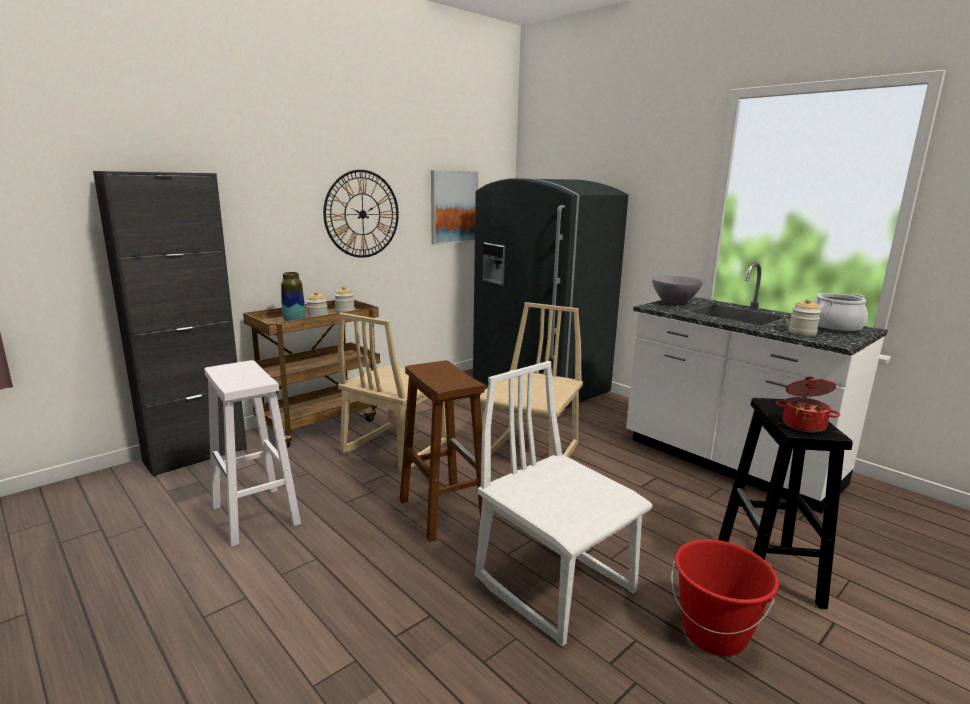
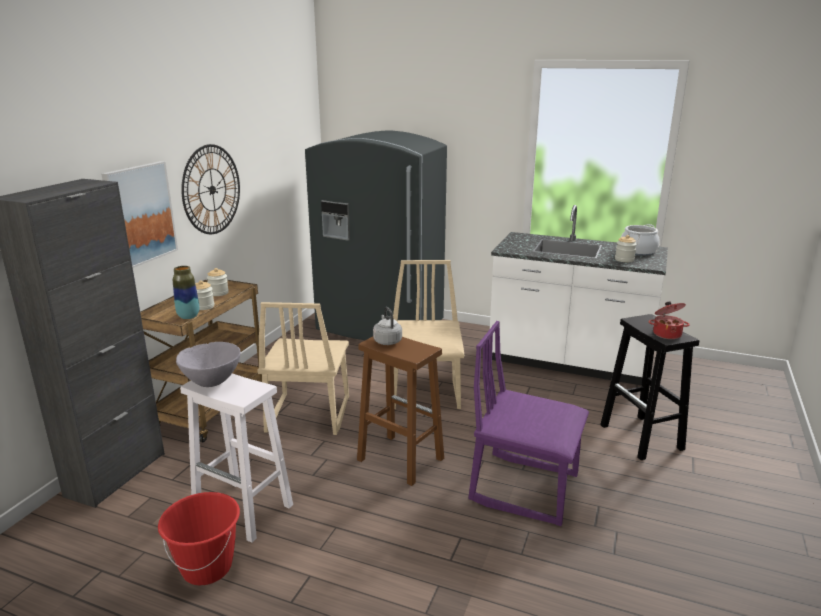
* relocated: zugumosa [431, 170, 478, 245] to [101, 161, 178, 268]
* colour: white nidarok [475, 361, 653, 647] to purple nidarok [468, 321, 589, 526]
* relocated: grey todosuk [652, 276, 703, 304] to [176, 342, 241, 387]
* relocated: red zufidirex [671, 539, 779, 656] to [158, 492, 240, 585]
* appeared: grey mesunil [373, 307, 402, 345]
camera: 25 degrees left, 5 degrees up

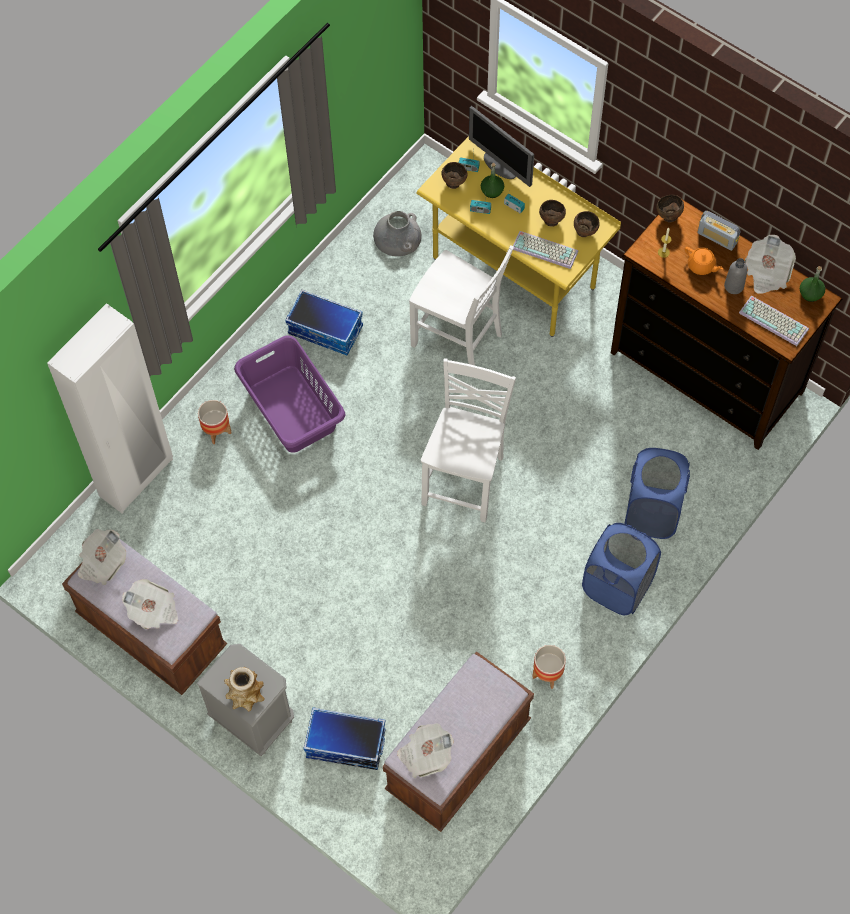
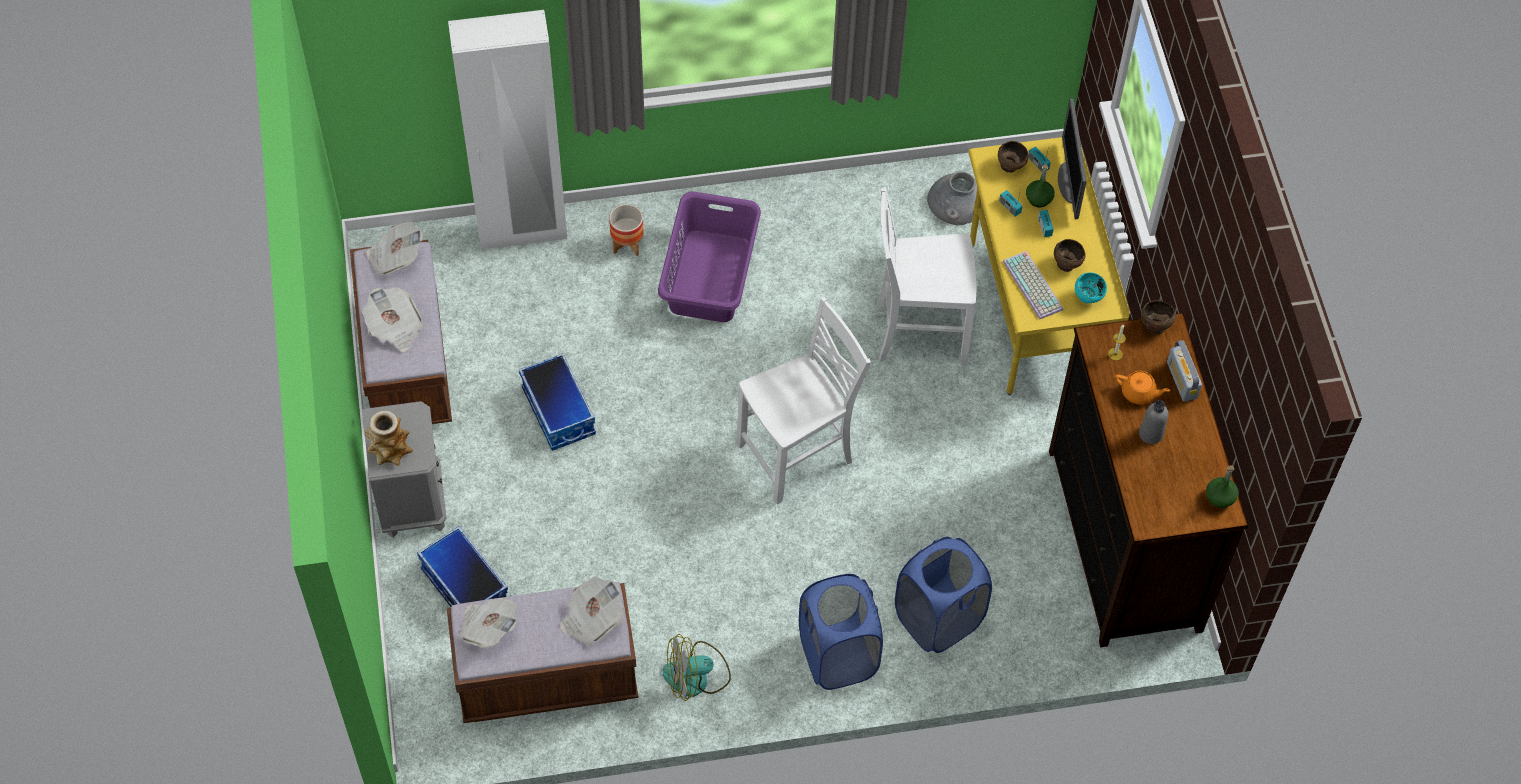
* relocated: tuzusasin [285, 289, 363, 356] to [519, 353, 596, 451]
* spun: white nidarok [409, 245, 514, 365] = [876, 188, 976, 365] 105 degrees clockwise
* exchanged: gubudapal [532, 645, 566, 689] to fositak [662, 634, 731, 701]
* colour: brown todosuk [574, 211, 600, 237] to turquoise todosuk [1075, 272, 1107, 303]
* spun: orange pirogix [685, 247, 724, 275] = [1115, 371, 1170, 404] 60 degrees counterclockwise
* missing: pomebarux [739, 296, 809, 346]
* relocated: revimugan [745, 235, 796, 294] to [560, 577, 624, 646]
camera: 40 degrees right, 5 degrees down

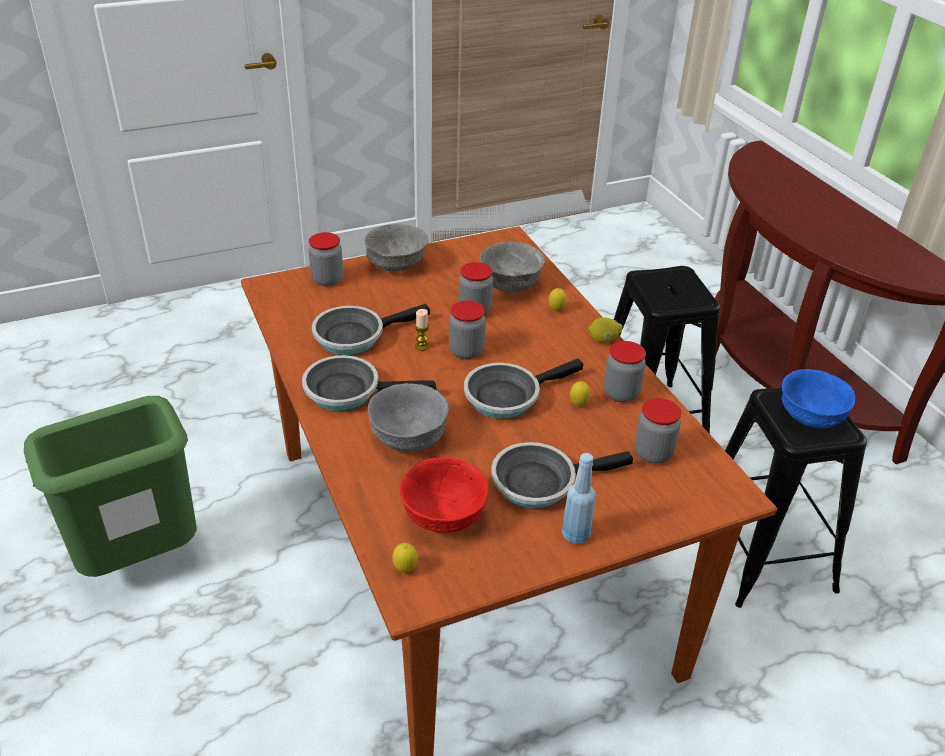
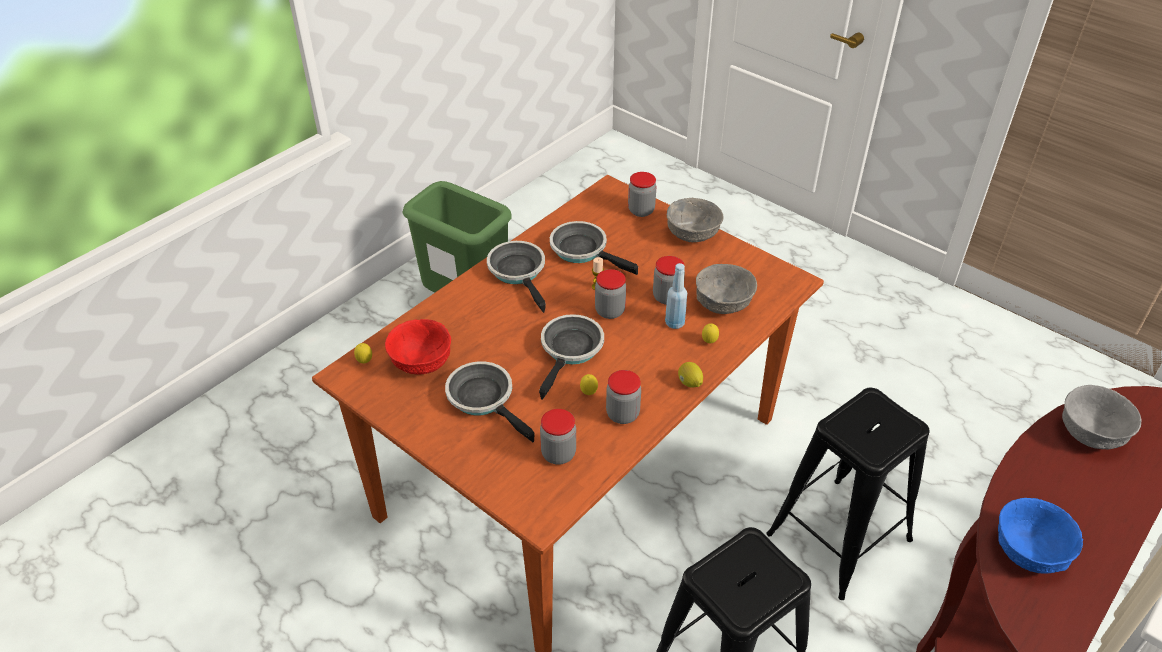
* relocated: grey todosuk [368, 383, 449, 452] to [1062, 385, 1141, 450]
* spun: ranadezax [464, 358, 583, 419] = [539, 314, 604, 400] 75 degrees clockwise
* relocated: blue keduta [562, 453, 596, 544] to [665, 263, 687, 329]
* relocated: blue todosuk [782, 369, 855, 429] to [998, 498, 1083, 574]
camera: 65 degrees right, 5 degrees up

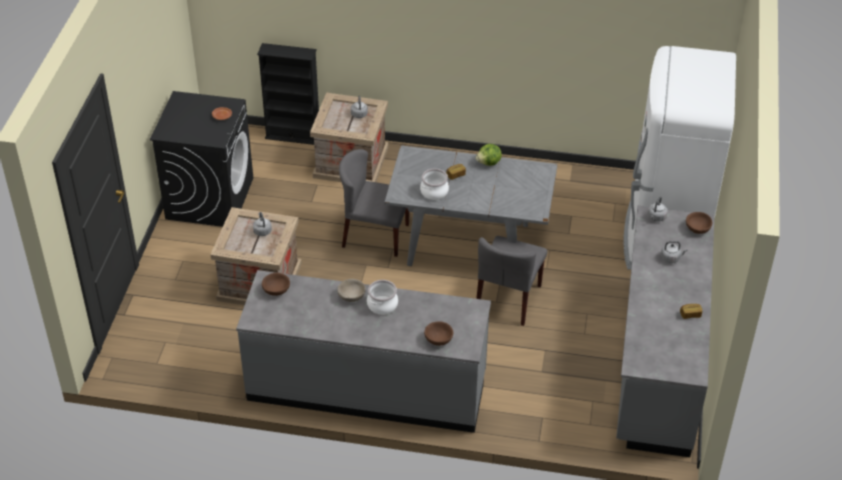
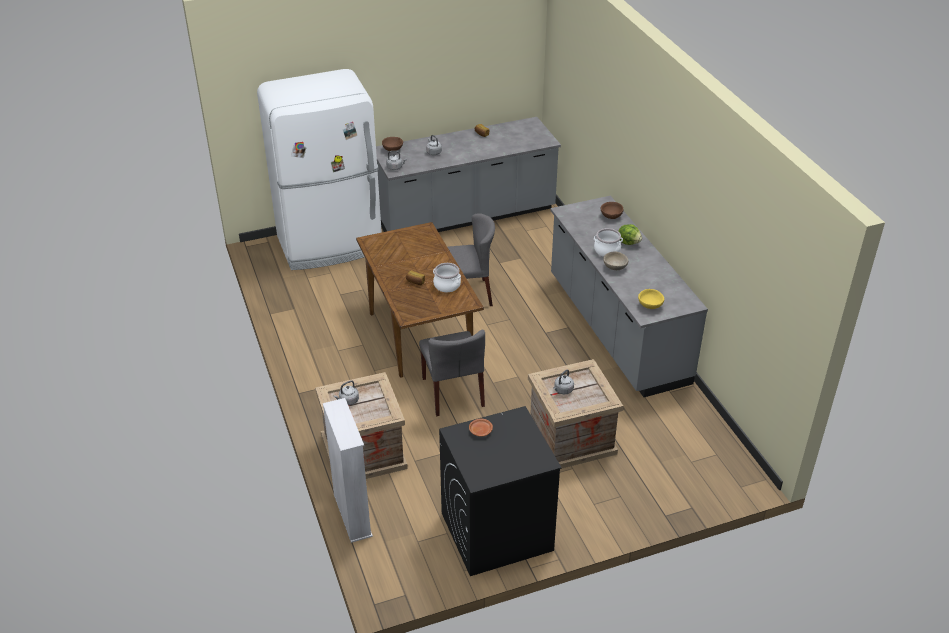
* colour: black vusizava [257, 43, 319, 145] to white vusizava [323, 398, 373, 543]
* colour: brown todosuk [262, 273, 290, 296] to yellow todosuk [638, 289, 664, 309]
* colour: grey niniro [384, 145, 558, 266] to brown niniro [356, 222, 484, 378]
* relocated: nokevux [476, 144, 502, 166] to [618, 224, 642, 245]
camera: 120 degrees left, 5 degrees down

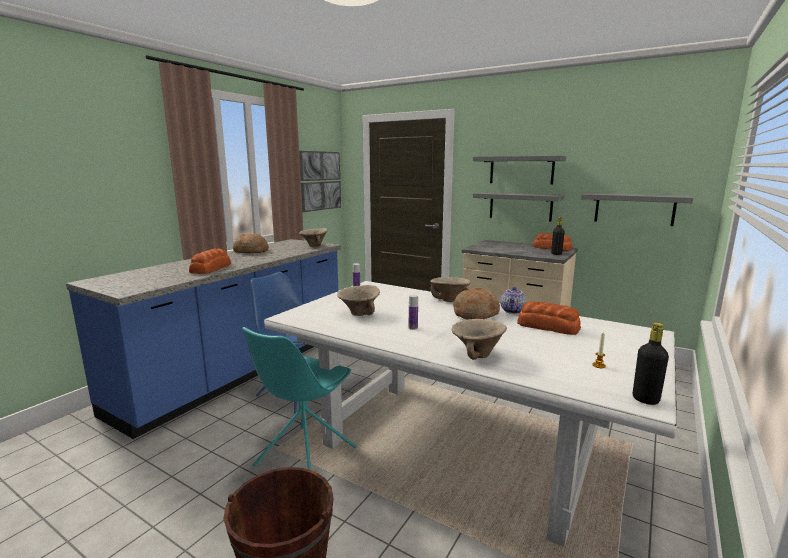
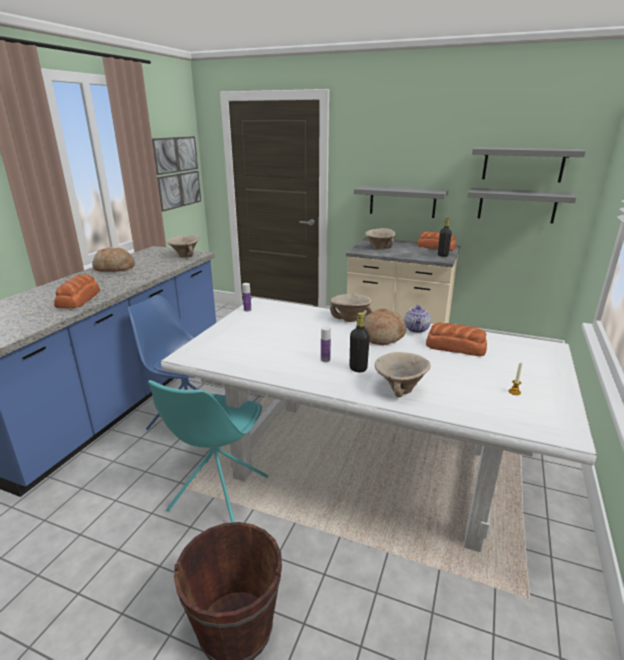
* relocated: beige todosuk [337, 285, 380, 316] to [365, 228, 395, 249]
* relocated: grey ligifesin [473, 156, 566, 185] to [472, 147, 586, 182]
* relocated: black keduta [633, 322, 669, 405] to [350, 312, 370, 372]
camera: 10 degrees left, 10 degrees up

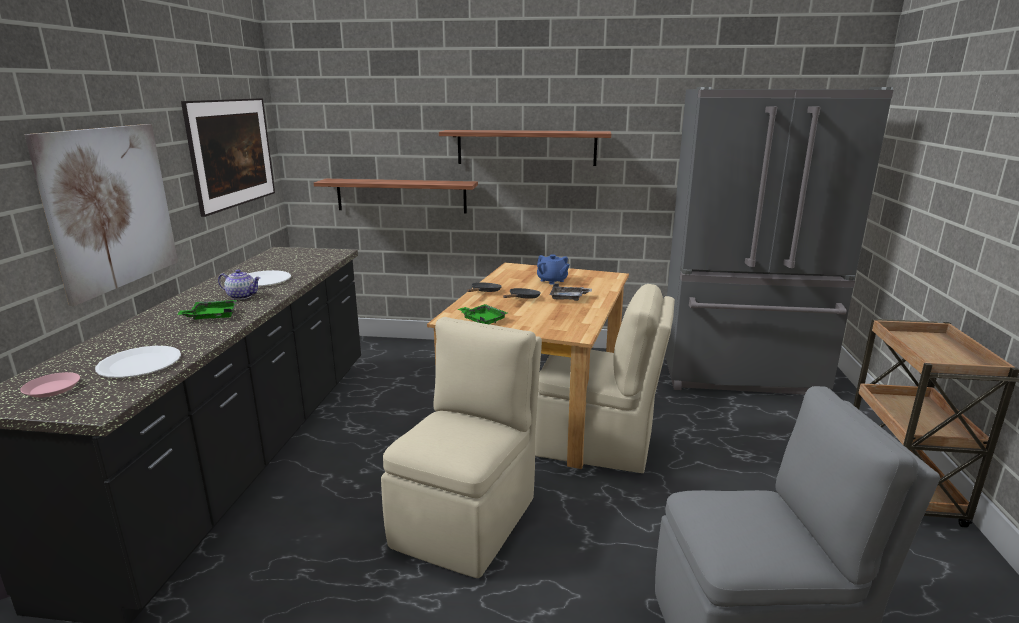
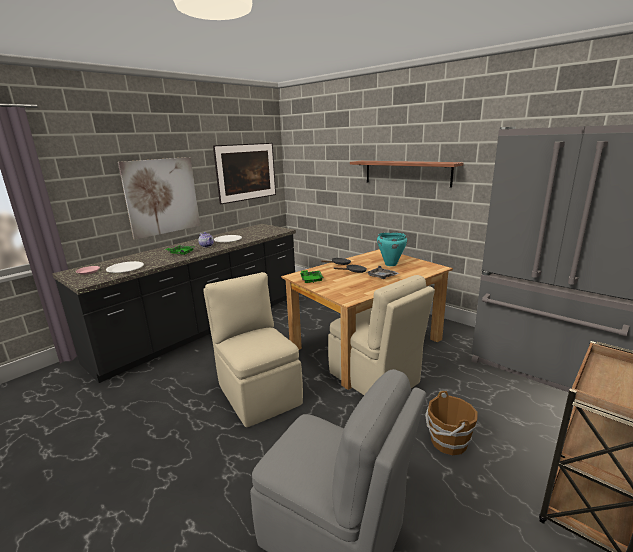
* missing: ligifesin [314, 179, 478, 213]
* spun: beige nidarok [381, 317, 542, 578] = [203, 272, 303, 427] 90 degrees counterclockwise
* exchanged: blue pirogix [537, 254, 570, 285] to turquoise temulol [377, 233, 407, 266]
* appeared: brown zufidirex [425, 391, 478, 455]
camera: 35 degrees right, 0 degrees up

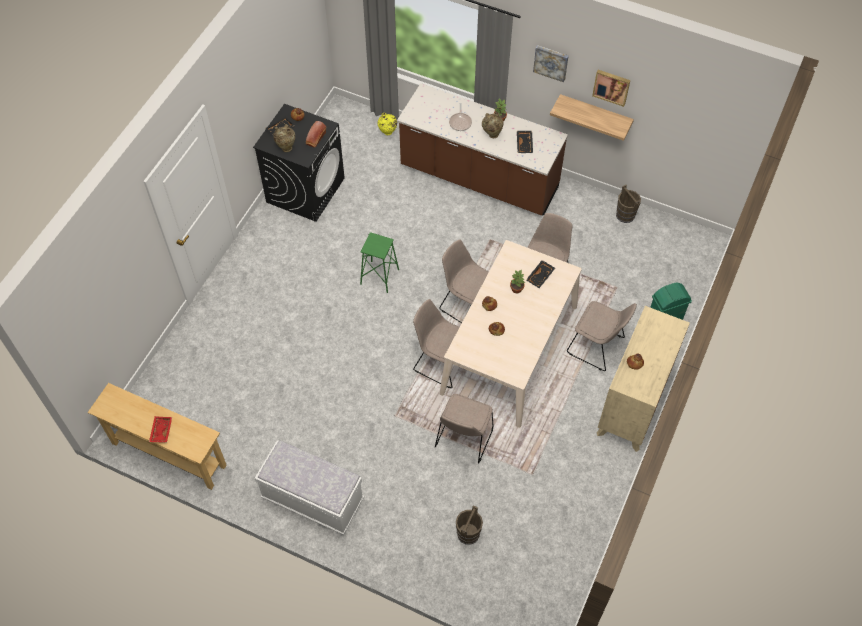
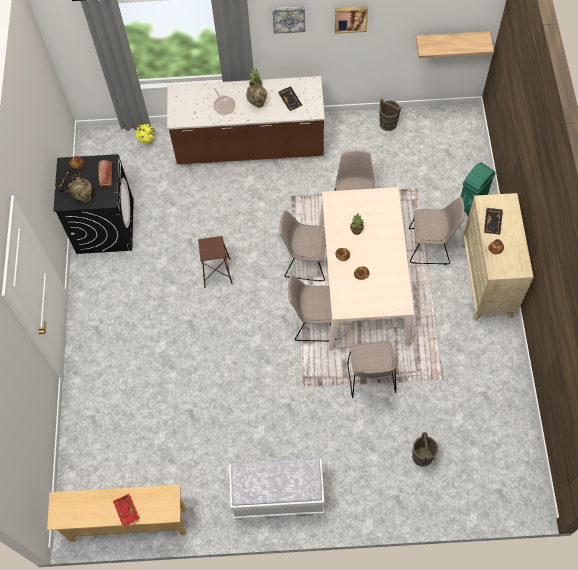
* colour: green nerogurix [360, 232, 399, 293] to brown nerogurix [198, 236, 233, 288]
* relocated: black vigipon [526, 260, 555, 288] to [484, 208, 503, 234]
* relocated: ligifesin [550, 94, 634, 141] to [416, 31, 494, 58]
camera: 25 degrees left, 5 degrees up

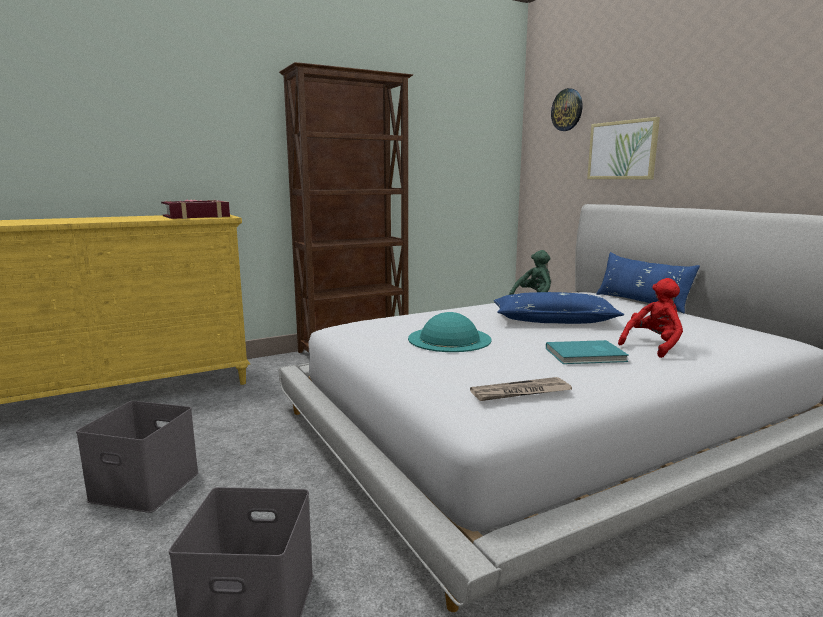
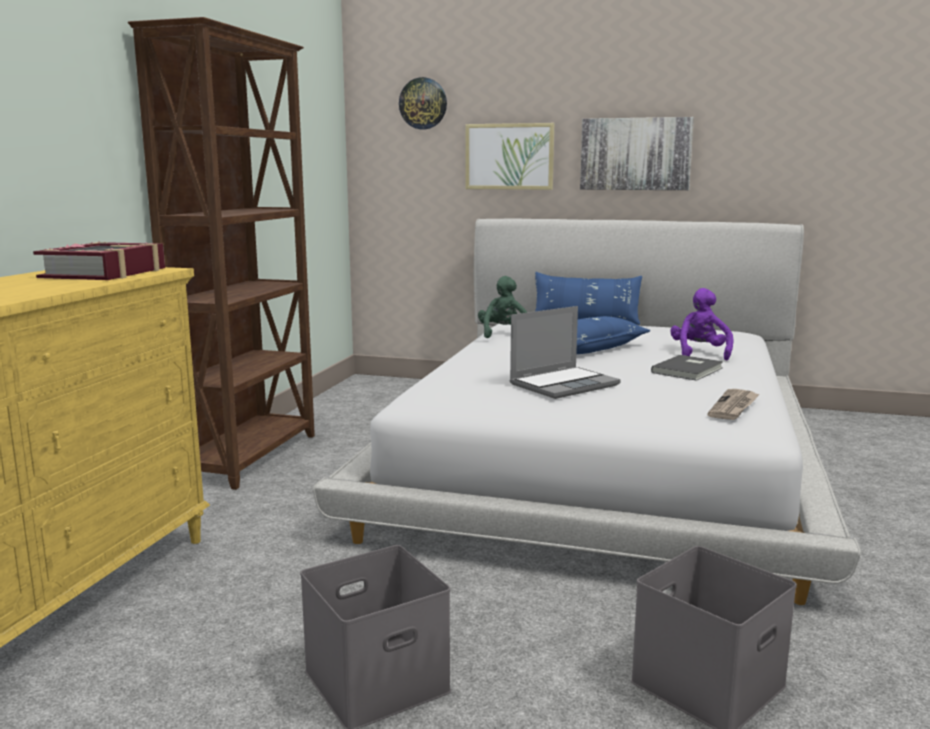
* exchanged: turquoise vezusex [408, 312, 492, 352] to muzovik [510, 306, 621, 399]
* colour: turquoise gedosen [546, 340, 629, 364] to grey gedosen [651, 355, 724, 381]
* colour: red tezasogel [618, 278, 683, 358] to purple tezasogel [670, 288, 734, 360]
* appeared: zugumosa [580, 117, 694, 190]
camera: 45 degrees left, 0 degrees up

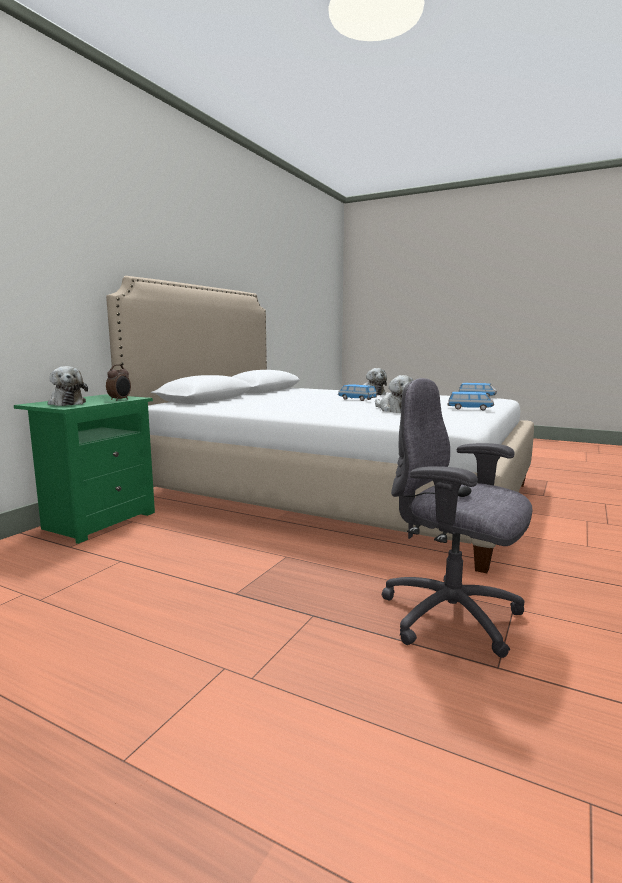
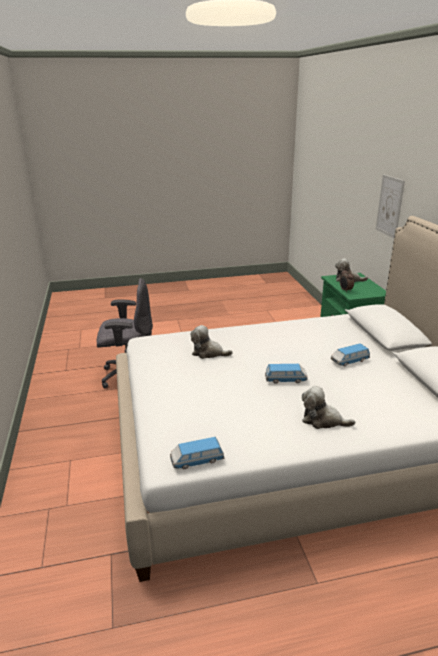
* relocated: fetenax [447, 392, 494, 410] to [331, 343, 370, 367]
* appeared: zugumosa [376, 175, 405, 238]
camera: 140 degrees right, 15 degrees up

